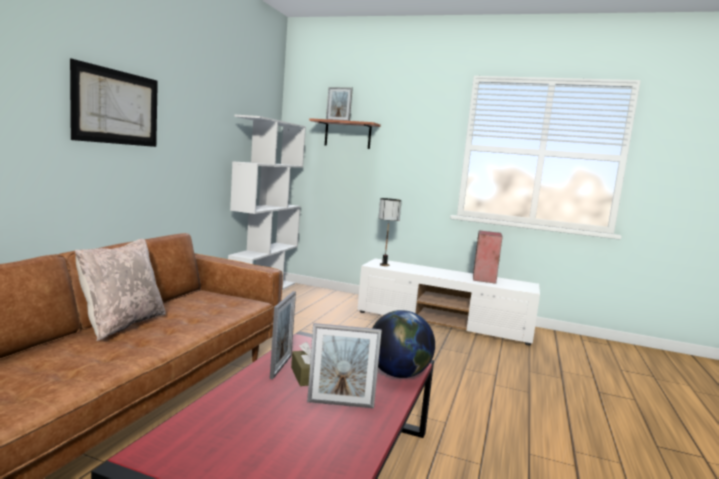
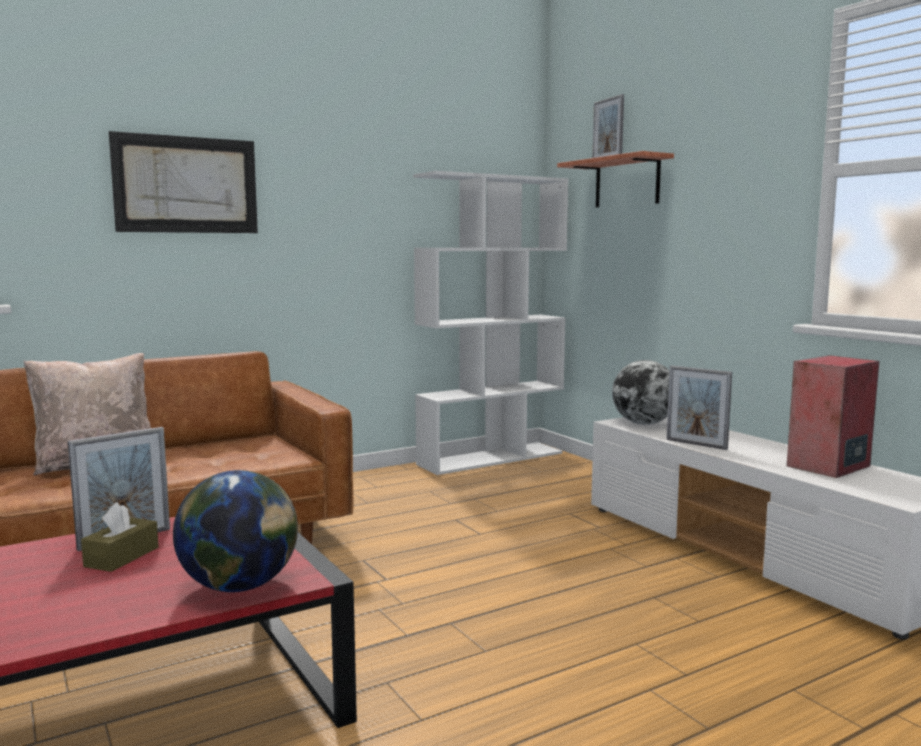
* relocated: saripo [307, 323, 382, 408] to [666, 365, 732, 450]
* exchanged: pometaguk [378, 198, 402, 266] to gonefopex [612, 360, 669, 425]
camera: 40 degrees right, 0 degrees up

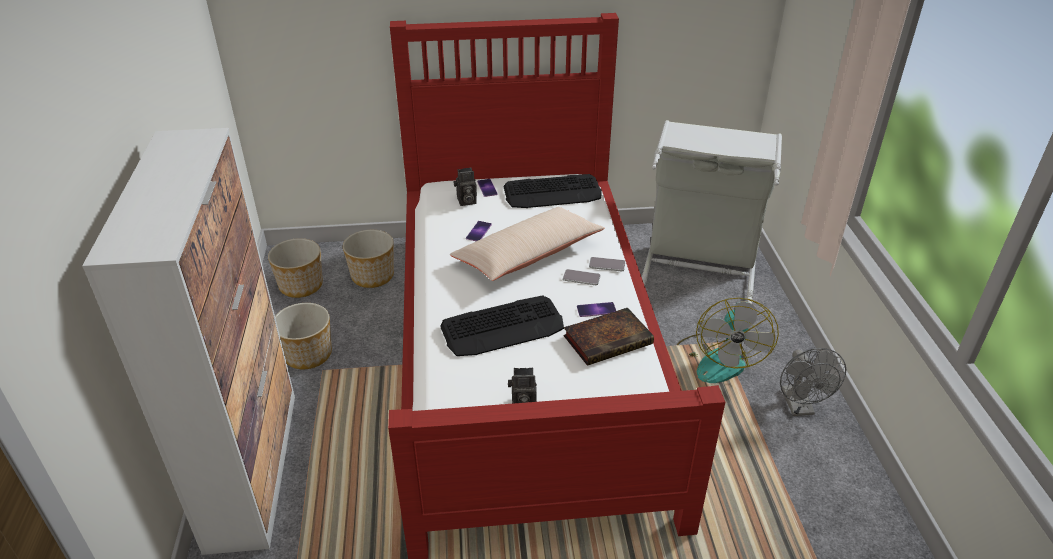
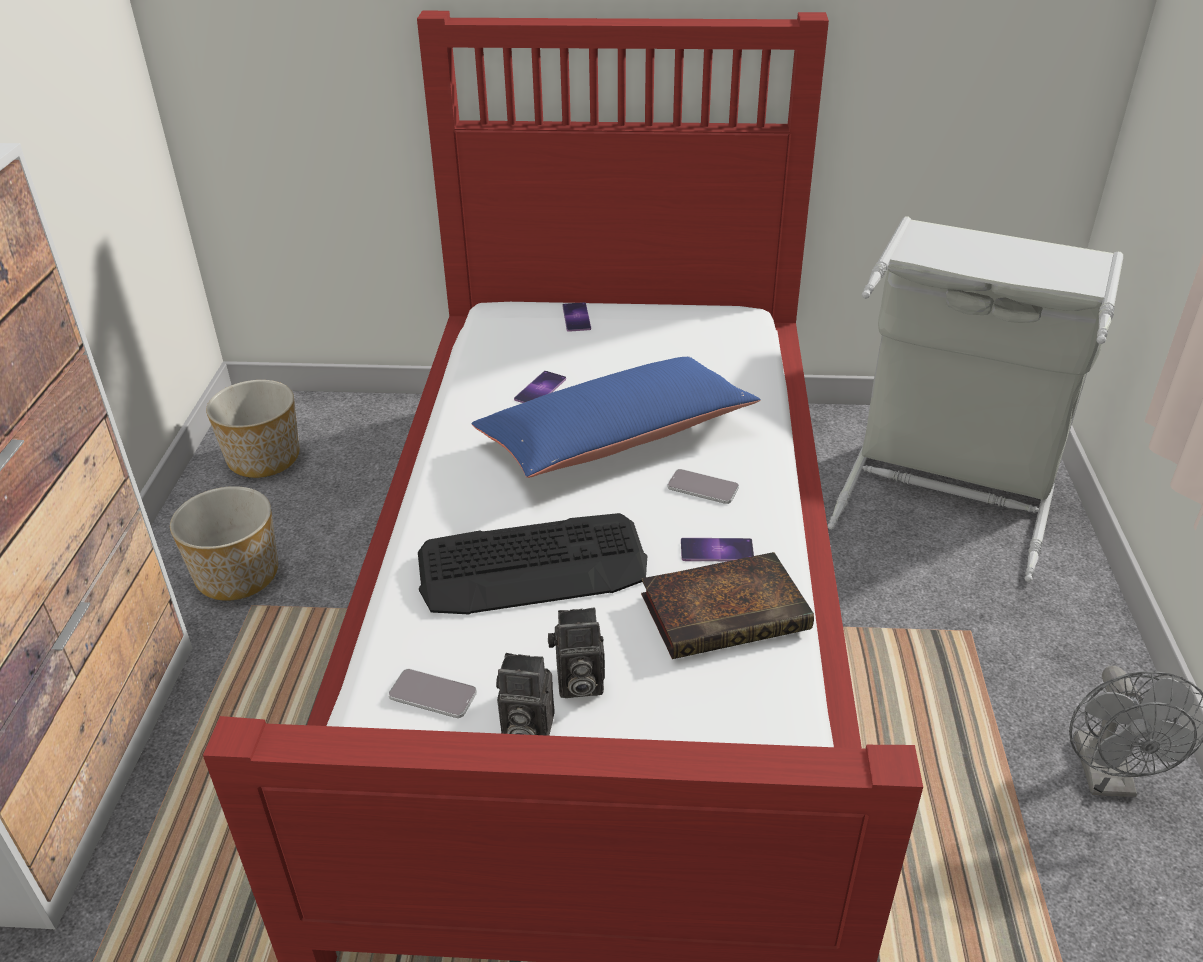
* missing: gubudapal [343, 230, 394, 288]
* colour: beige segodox [450, 207, 605, 281] to blue segodox [472, 357, 760, 478]
* relocated: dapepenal [454, 168, 477, 206] to [548, 608, 605, 698]
* missing: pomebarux [504, 174, 602, 208]
* relocated: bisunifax [589, 257, 625, 271] to [388, 669, 477, 718]
* missing: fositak [677, 298, 779, 383]
camera: 10 degrees right, 0 degrees up

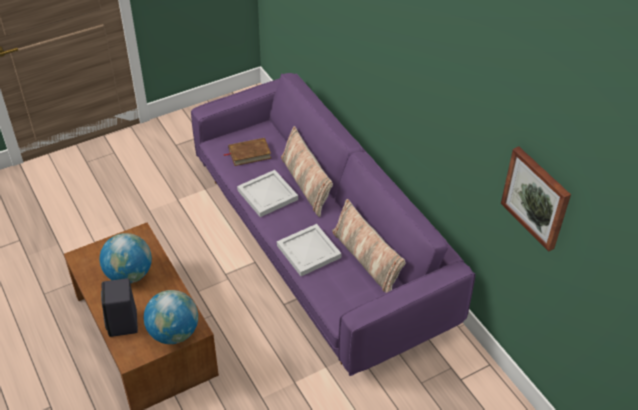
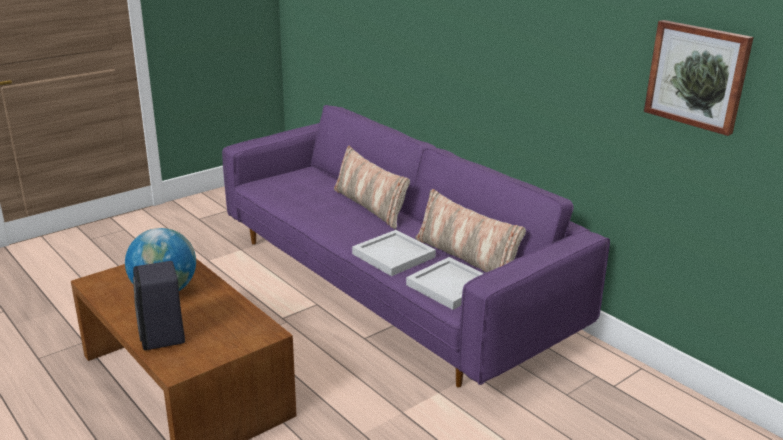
* missing: gonefopex [144, 290, 198, 344]
* missing: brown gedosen [223, 138, 271, 166]
* relocated: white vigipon [237, 170, 298, 217] to [406, 257, 484, 310]
camera: 10 degrees left, 20 degrees down

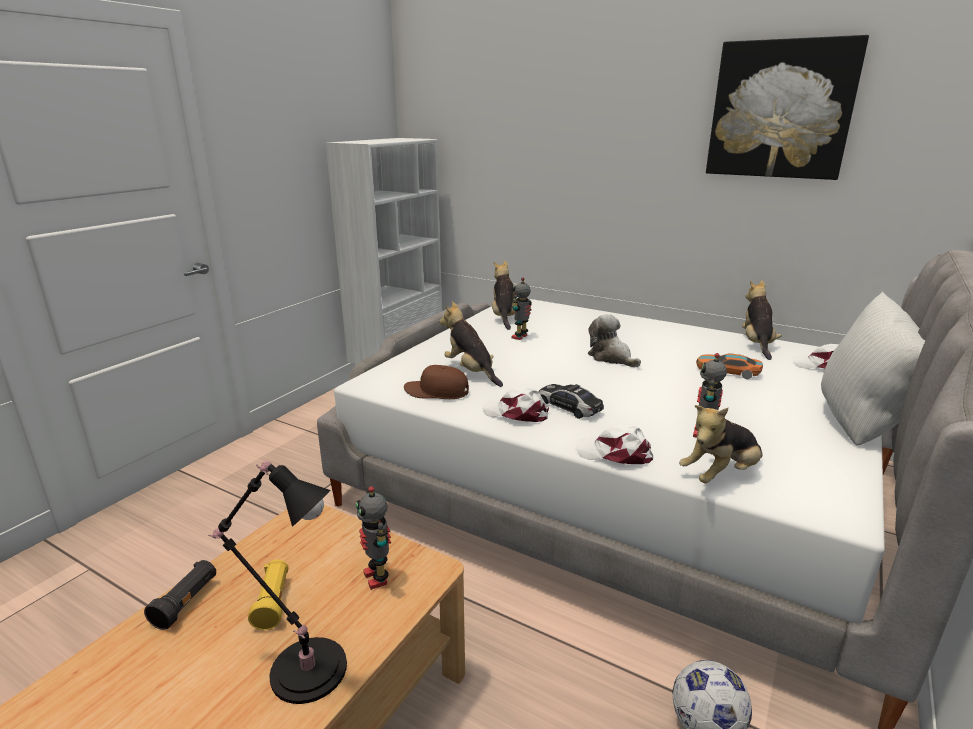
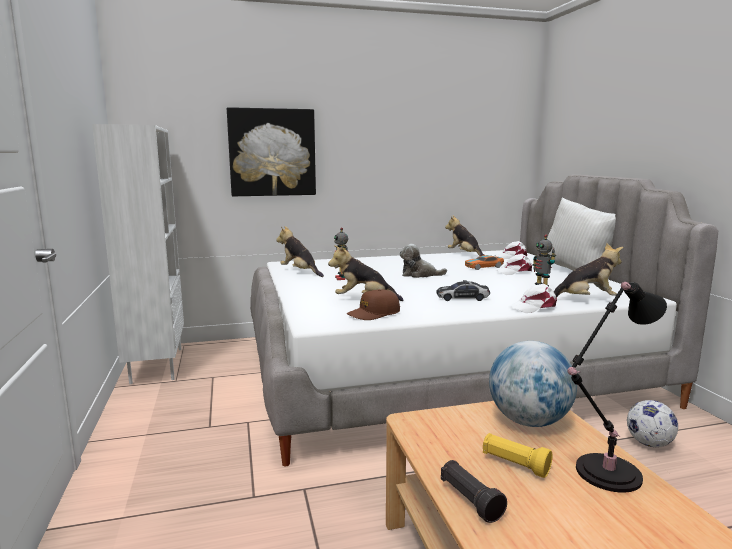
* exchanged: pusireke [356, 486, 391, 590] to gonefopex [489, 341, 577, 427]
* relocated: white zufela [482, 387, 549, 422] to [495, 254, 532, 275]
* spun: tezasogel [679, 405, 763, 483] = [553, 243, 623, 298] 105 degrees counterclockwise
* relocated: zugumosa [706, 35, 869, 180] to [227, 107, 316, 196]
camera: 45 degrees left, 10 degrees down

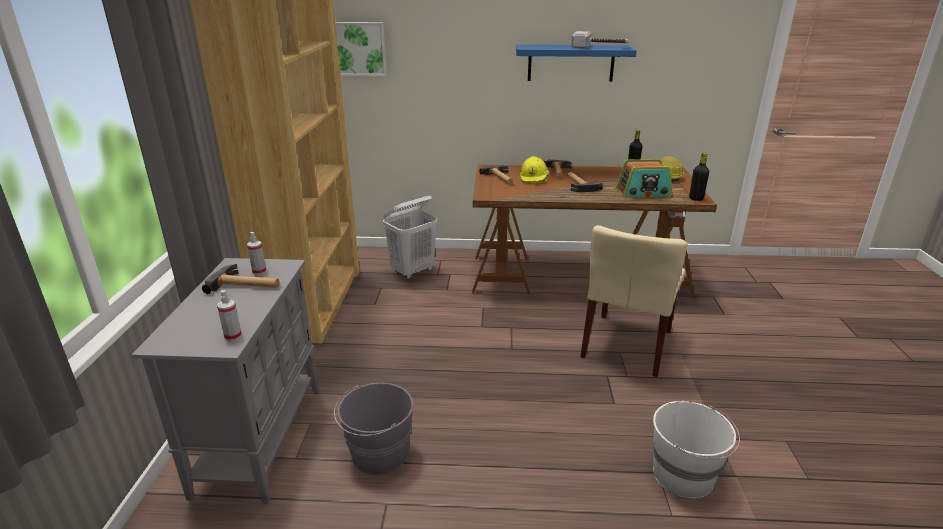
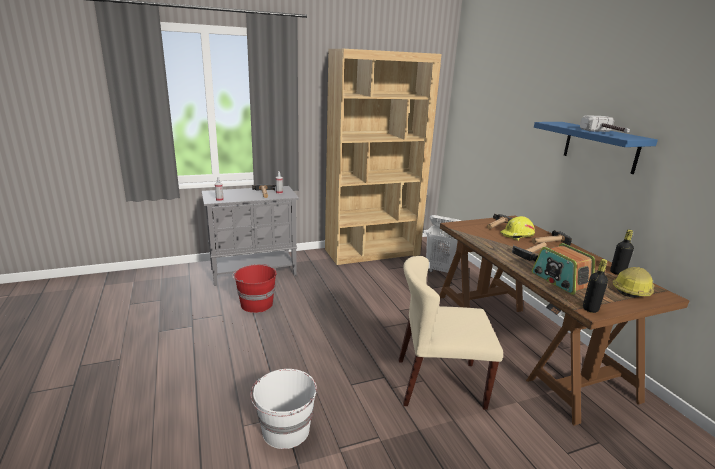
* colour: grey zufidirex [334, 383, 413, 475] to red zufidirex [232, 264, 277, 313]
* missing: zugumosa [335, 22, 387, 76]
camera: 65 degrees right, 5 degrees down

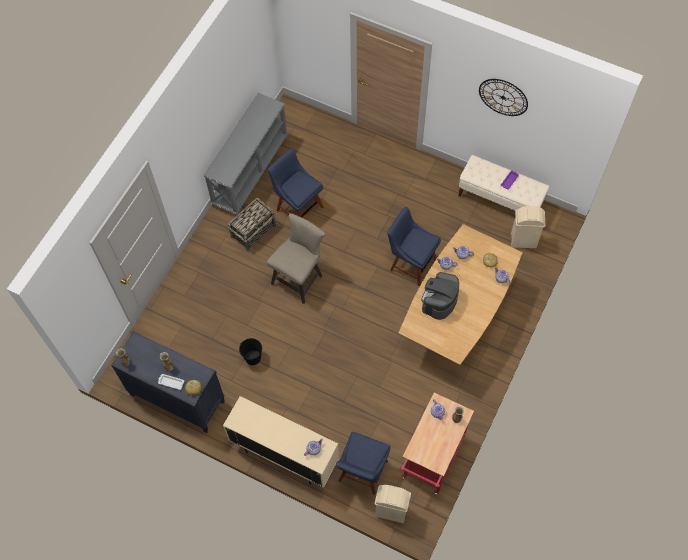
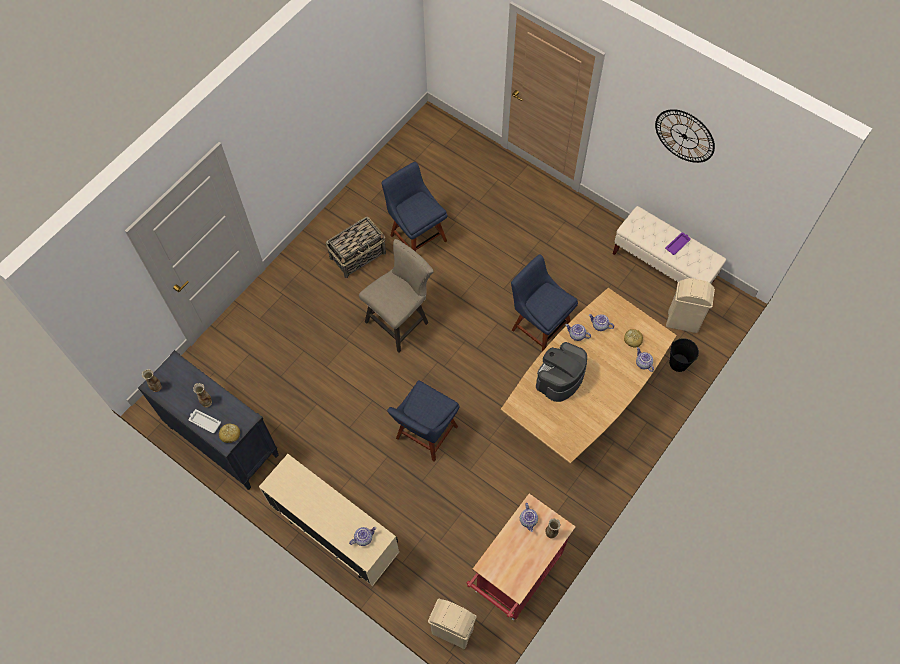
* missing: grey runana [203, 93, 288, 217]
* relocated: black zufidirex [239, 338, 262, 365] to [669, 338, 699, 372]
* relocated: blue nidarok [336, 432, 391, 495] to [387, 380, 460, 462]
camera: 10 degrees right, 0 degrees up

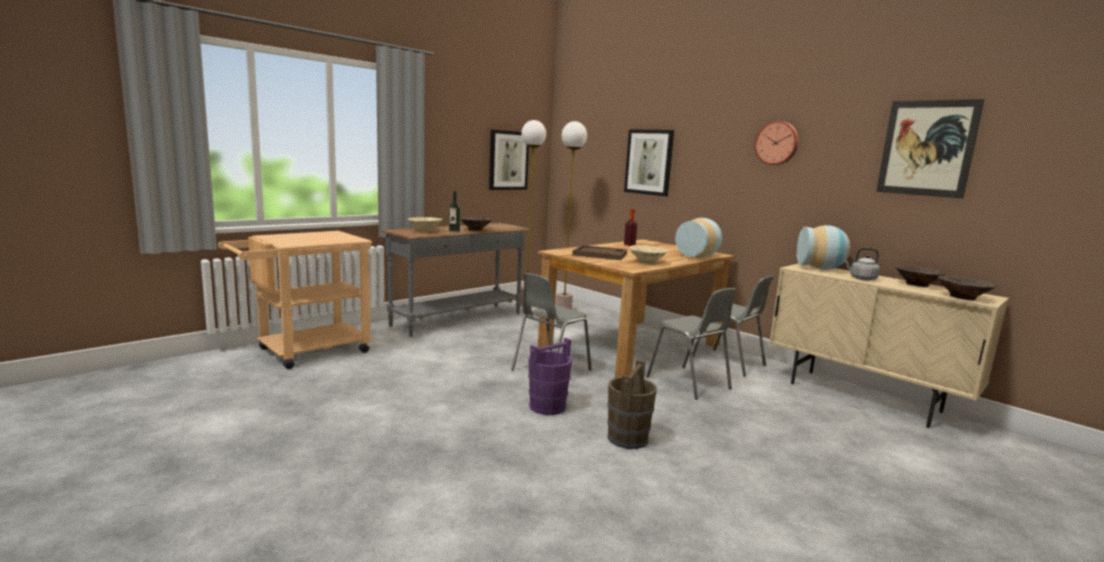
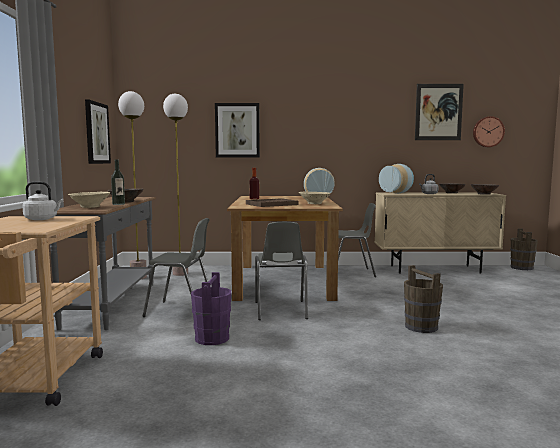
* relocated: purple zufidirex [528, 338, 572, 415] to [191, 272, 231, 345]
* relocated: grey nidarok [647, 288, 737, 399] to [143, 218, 210, 317]
* relocated: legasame [754, 121, 799, 165] to [473, 116, 505, 147]
* appeared: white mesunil [22, 182, 63, 220]
* appeared: brown zufidirex [510, 229, 538, 270]
camera: 45 degrees left, 5 degrees down

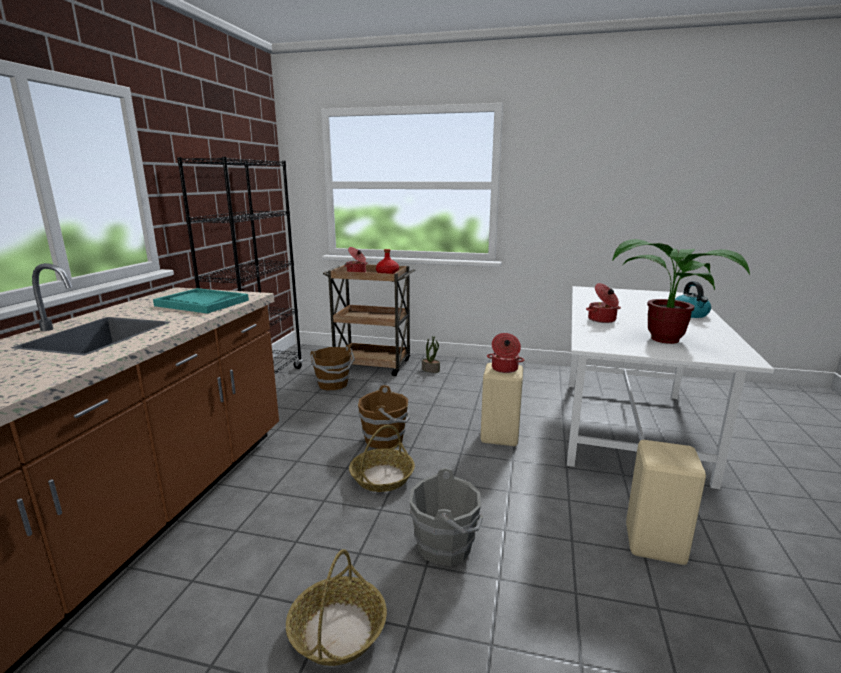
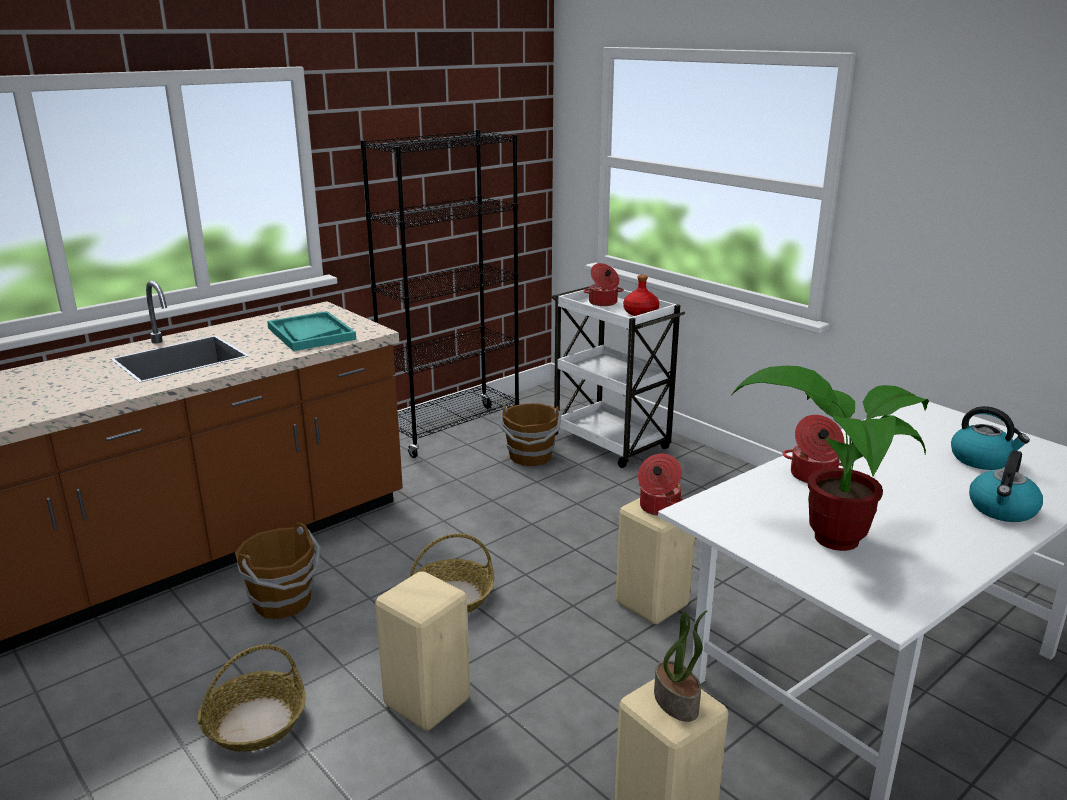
* colour: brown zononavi [323, 263, 415, 376] to white zononavi [552, 287, 685, 468]
* relocated: brown zufidirex [358, 385, 411, 449] to [235, 523, 321, 619]
* exchanged: grey zufidirex [409, 468, 483, 566] to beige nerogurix [375, 571, 470, 731]
* relocated: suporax [422, 336, 440, 373] to [654, 610, 708, 722]
* appeared: mesunil [951, 406, 1030, 470]
camera: 35 degrees right, 5 degrees up

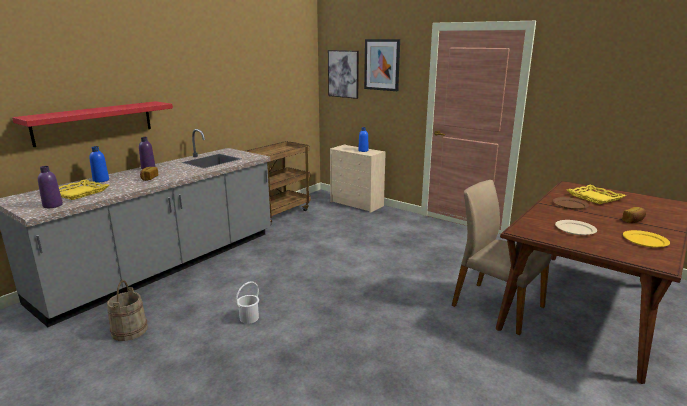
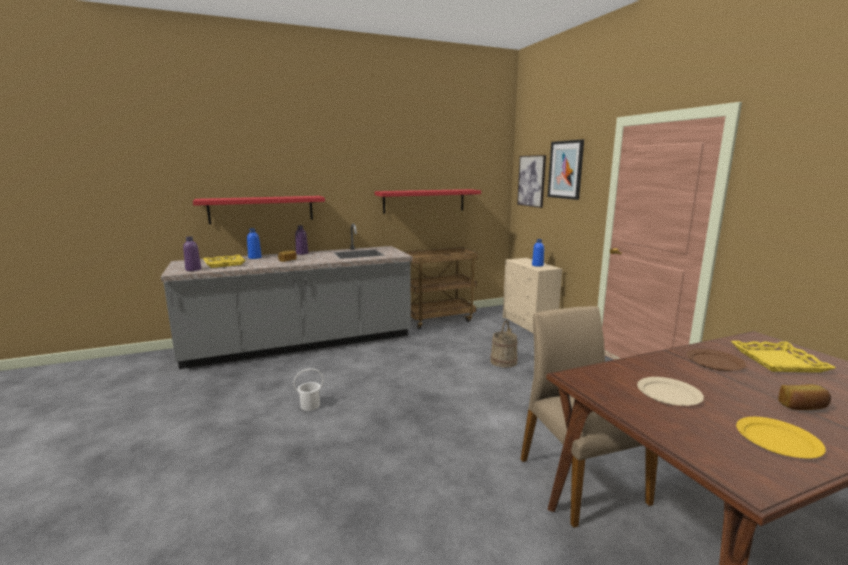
* relocated: beige zufidirex [107, 280, 148, 341] to [490, 320, 518, 368]
* appeared: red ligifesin [375, 189, 481, 214]
camera: 30 degrees right, 5 degrees down

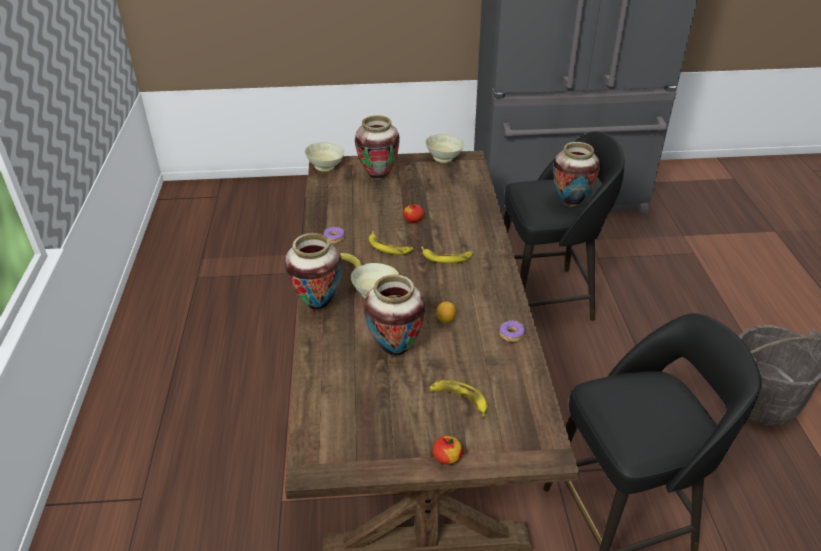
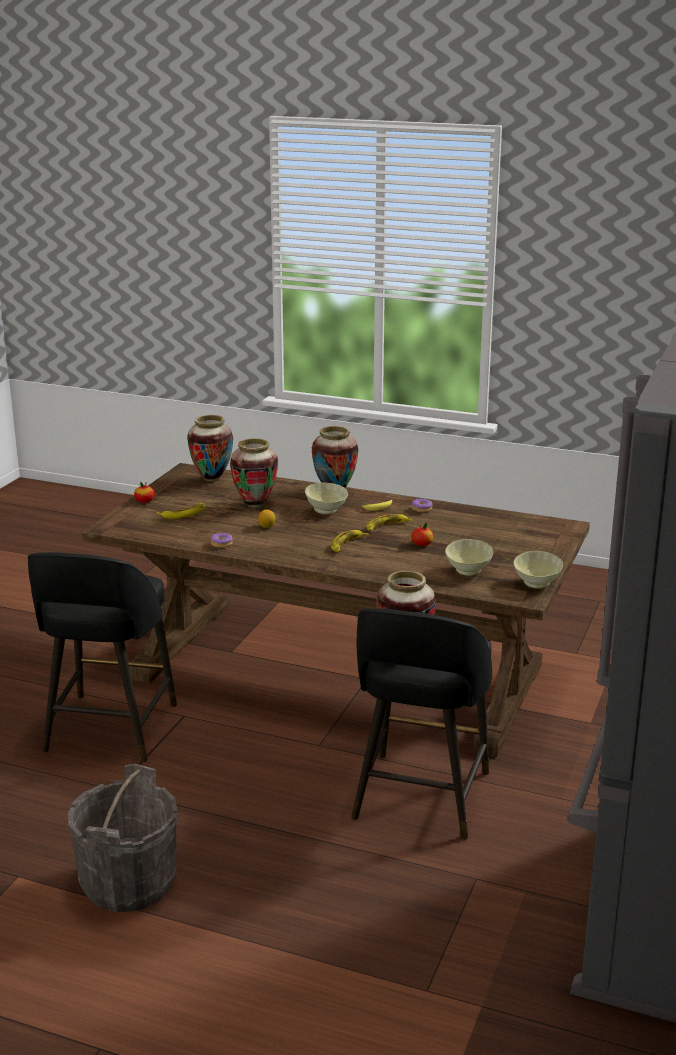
* relocated: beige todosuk [305, 142, 345, 172] to [445, 539, 493, 576]
* relocated: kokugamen [355, 115, 400, 180] to [187, 415, 233, 482]
camera: 115 degrees right, 15 degrees down

